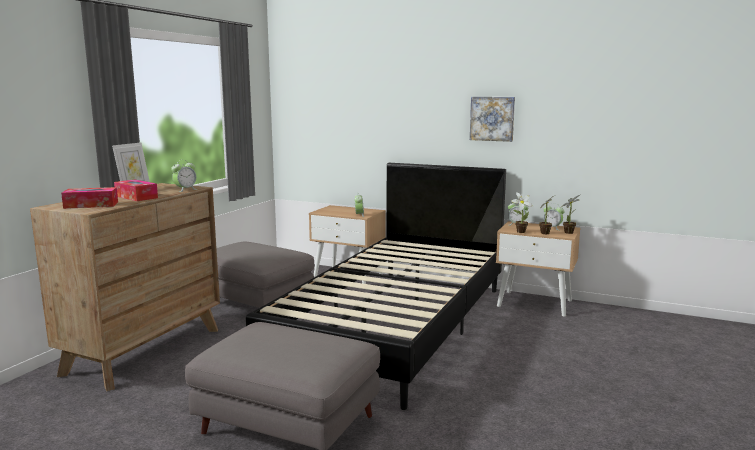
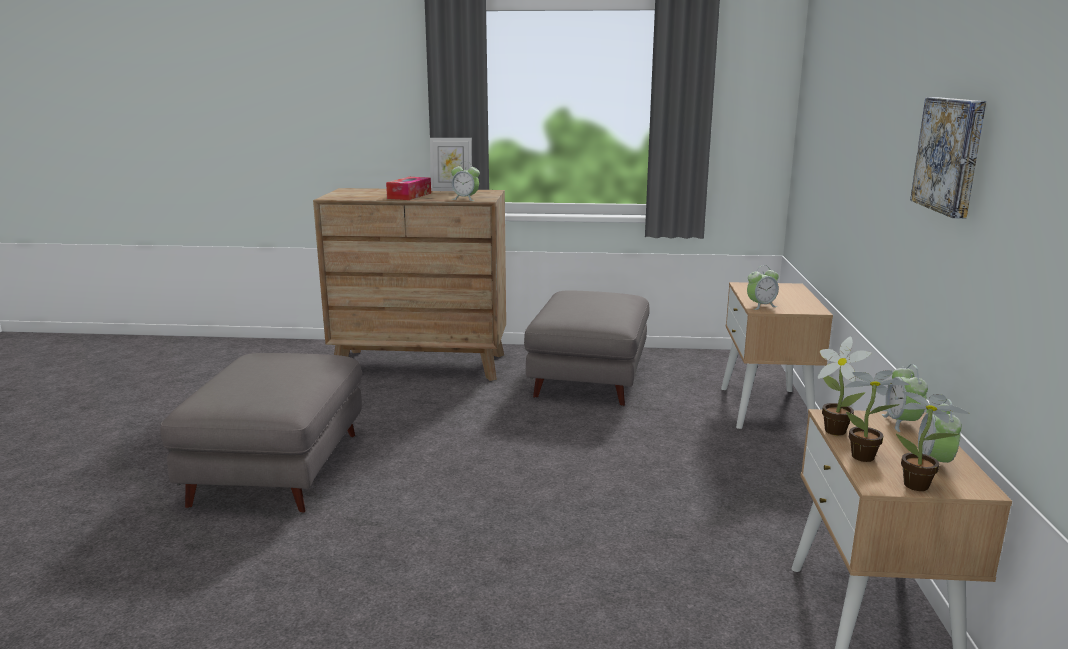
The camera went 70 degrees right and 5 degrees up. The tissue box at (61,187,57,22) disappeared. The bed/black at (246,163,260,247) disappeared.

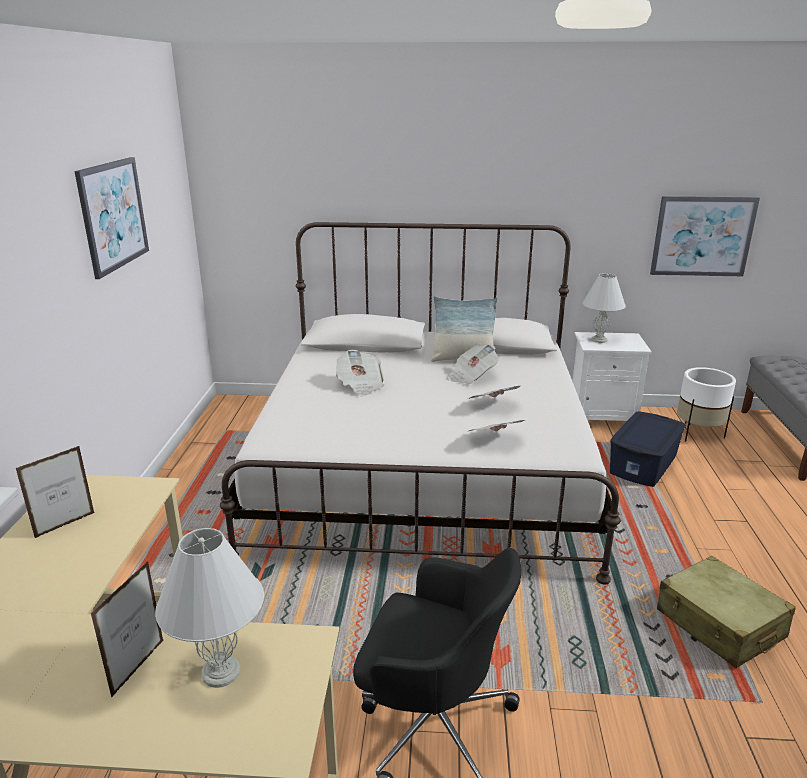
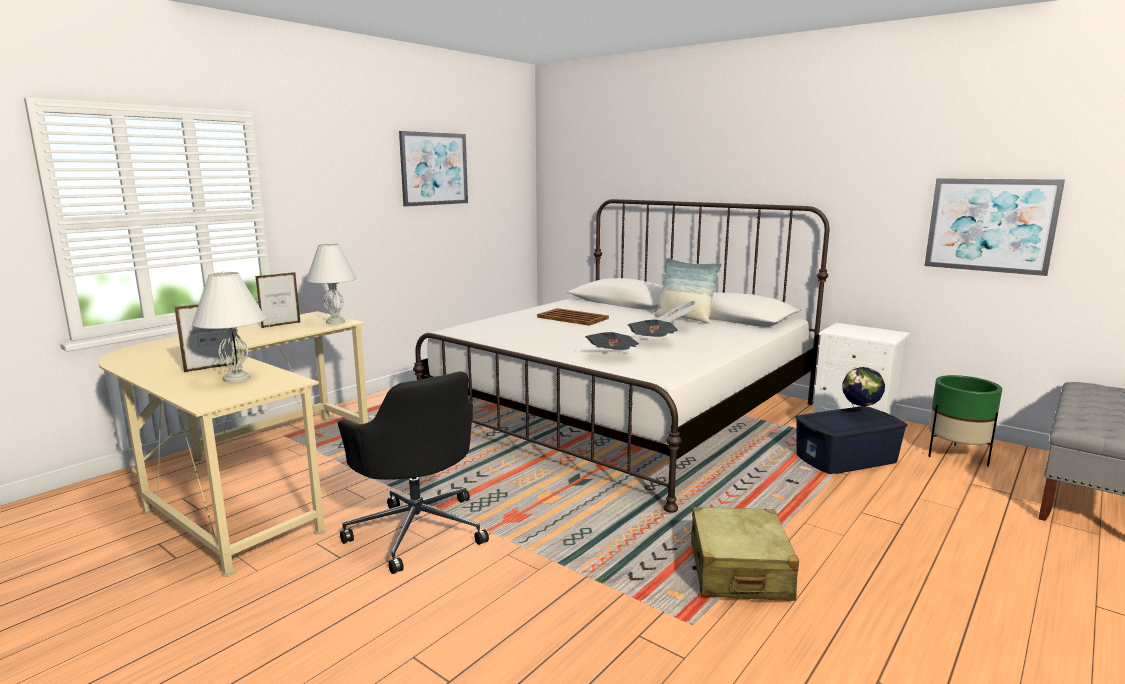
The camera went 35 degrees right and 10 degrees down. The picture frame at (16,446,79,92) turned 150 degrees clockwise. The table lamp/white moved from (582,273,44,70) to (306,243,51,81). The newspaper at (336,350,48,47) was replaced by the tray/brown at (537,308,72,18). The globe at (842,367,43,51) appeared. The planter/white at (677,367,59,75) became the planter/green at (928,375,74,91).

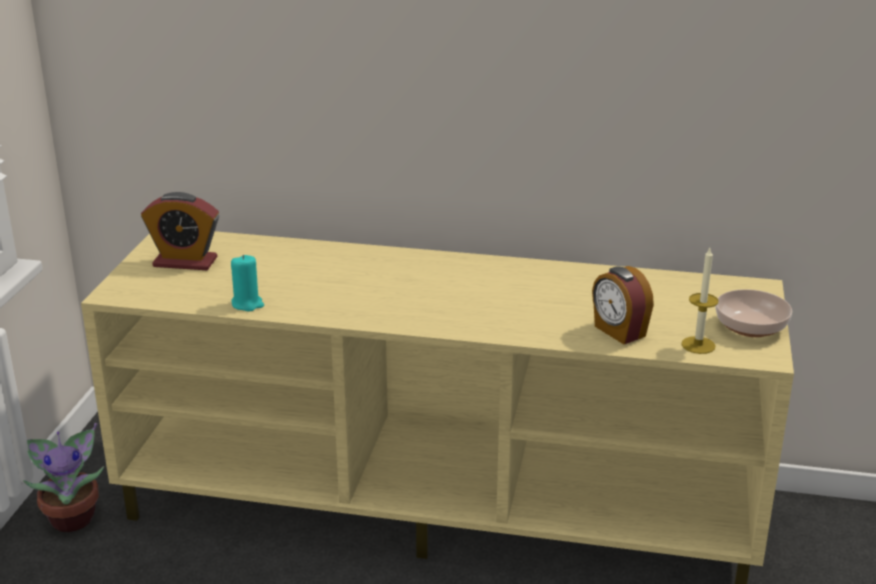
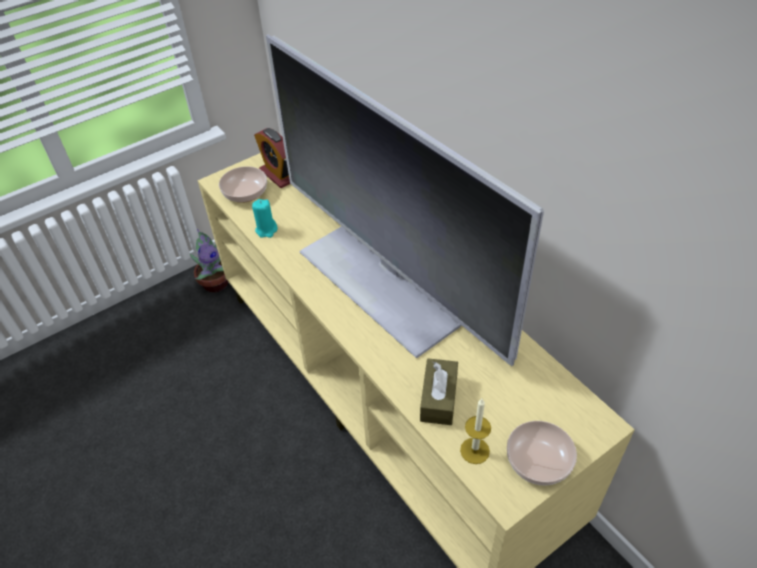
The camera went 45 degrees right and 20 degrees up. The bowl at (219,166,48,37) appeared. The television at (266,35,278,332) appeared. The alarm clock at (592,266,62,78) was replaced by the tissue box/brown at (420,358,38,67).

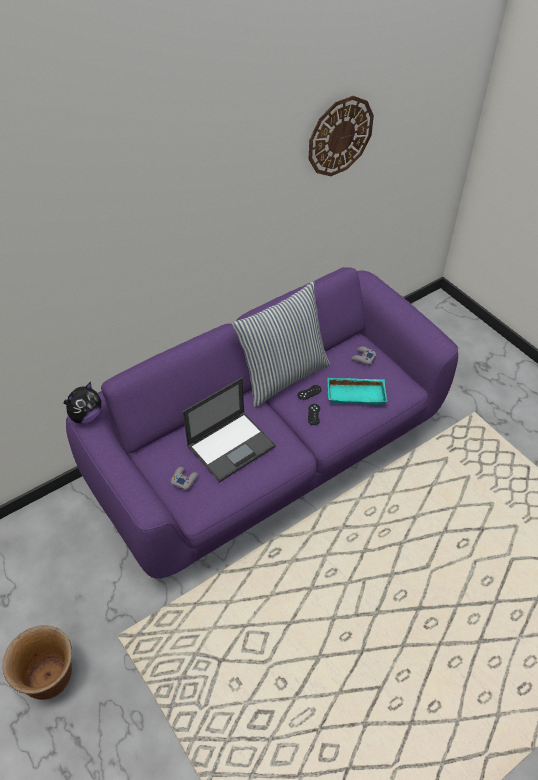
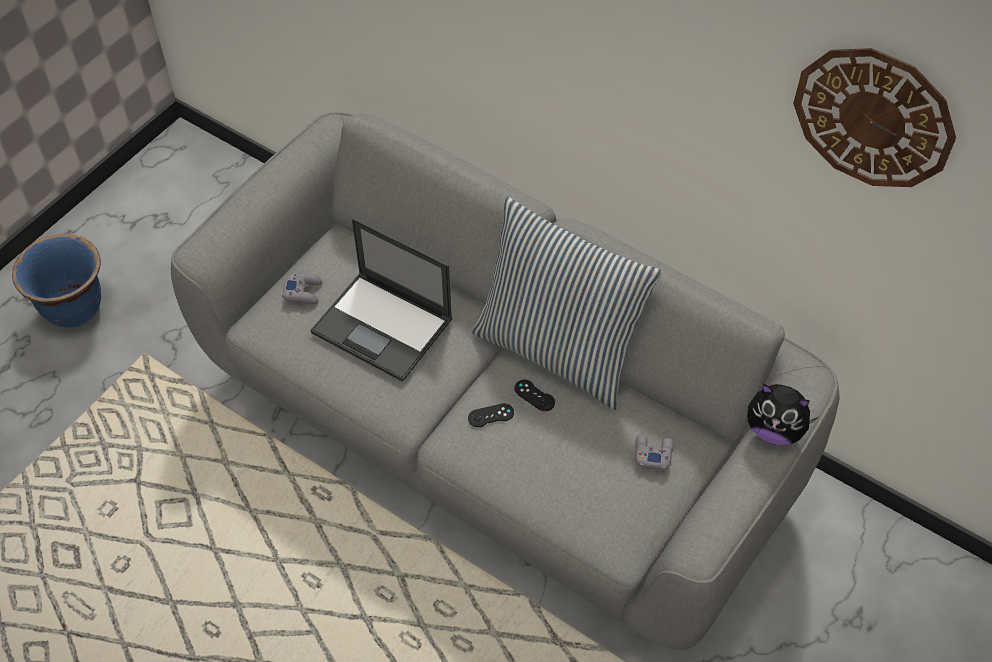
The camera went 70 degrees right and 5 degrees up. The planter/brown at (2,626,70,74) became the planter/blue at (12,234,89,93). The sofa/purple at (66,267,392,311) became the sofa/grey at (171,112,669,538). The plush toy moved from (64,382,37,42) to (747,384,71,61). The tray/turquoise at (327,378,60,27) disappeared.

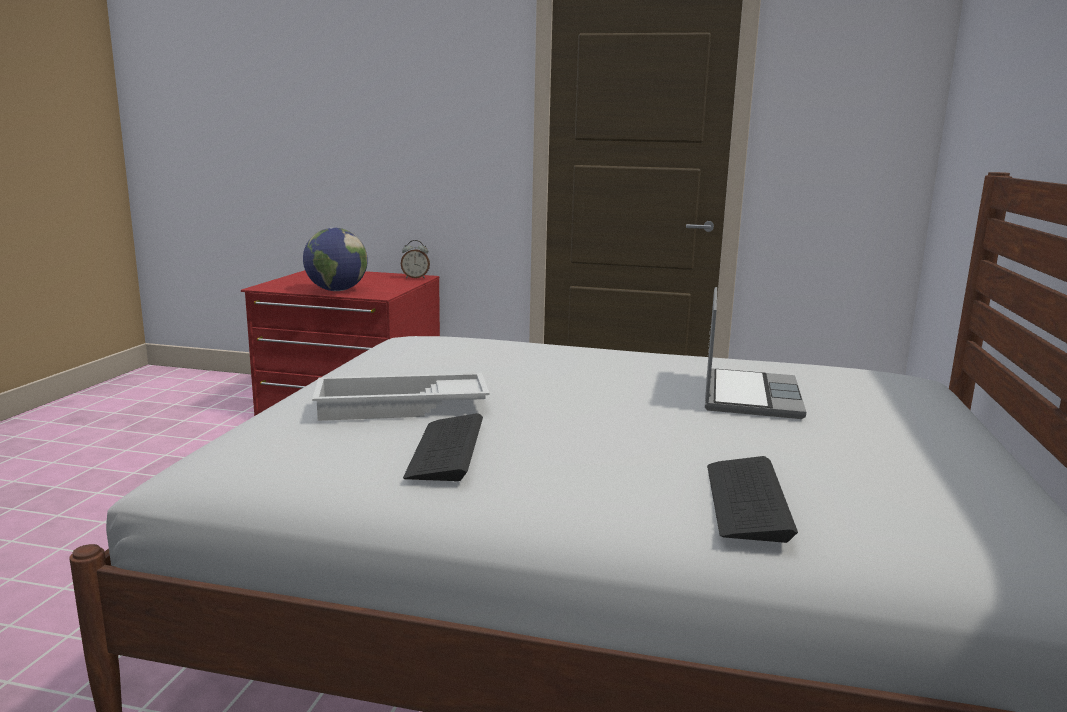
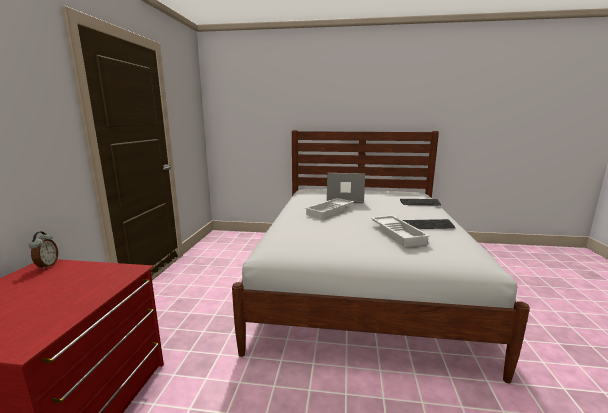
The camera went 95 degrees left and 0 degrees up. The tray/white at (305,198,49,21) appeared. The globe at (303,228,65,63) disappeared.

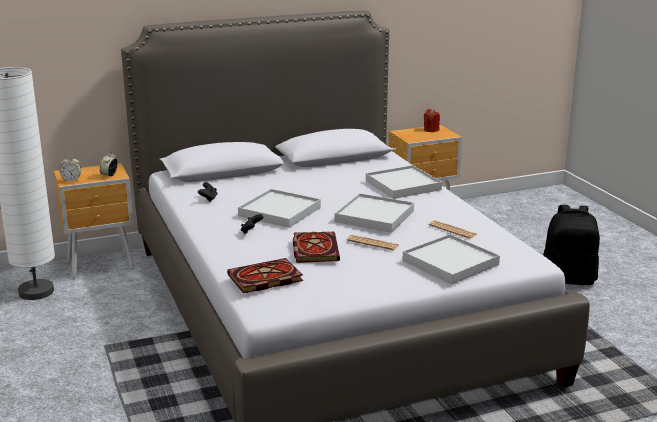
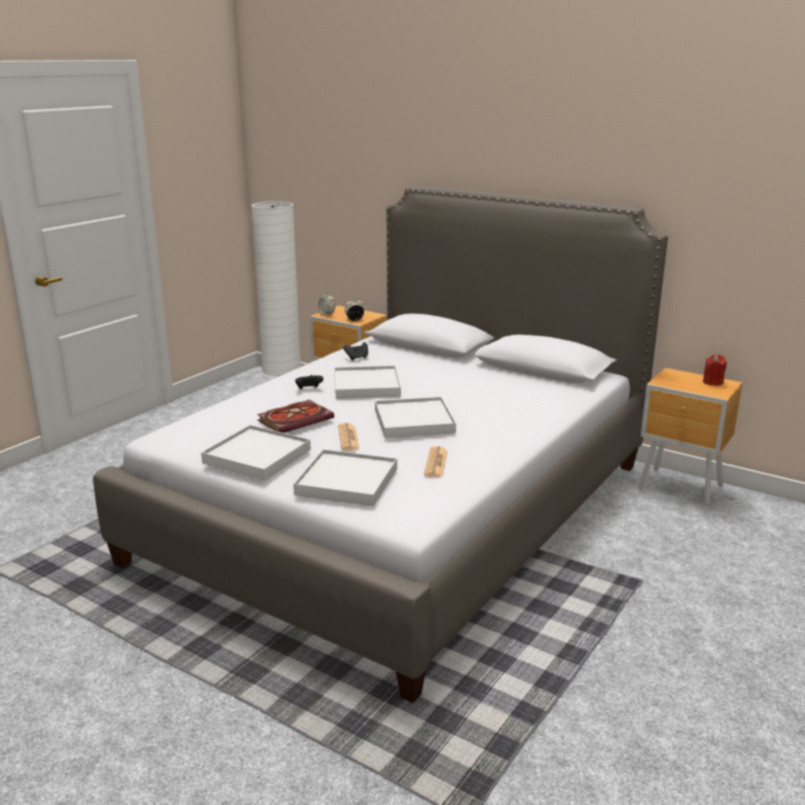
The camera went 55 degrees right and 0 degrees up. The tray/white moved from (366,165,76,34) to (201,425,110,55). The book at (227,258,76,35) disappeared. The backpack/black at (543,205,57,80) disappeared.

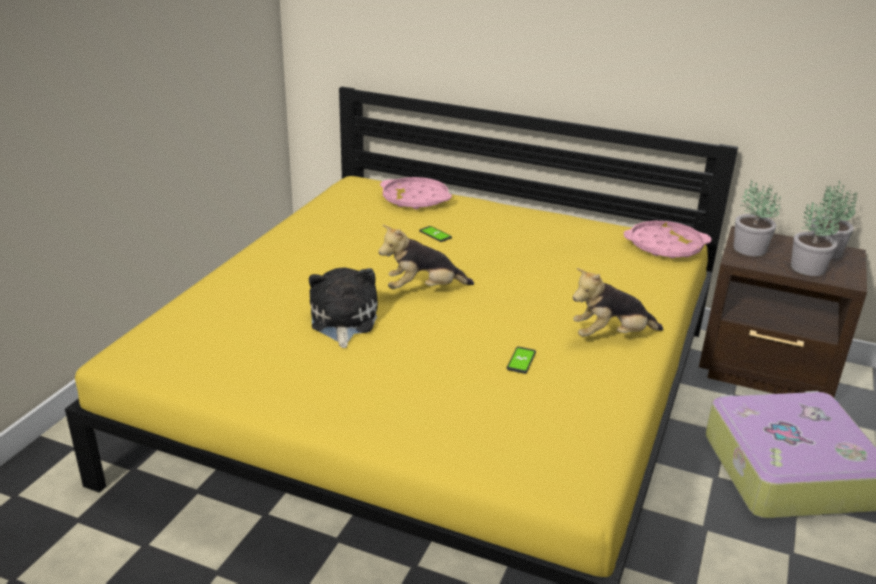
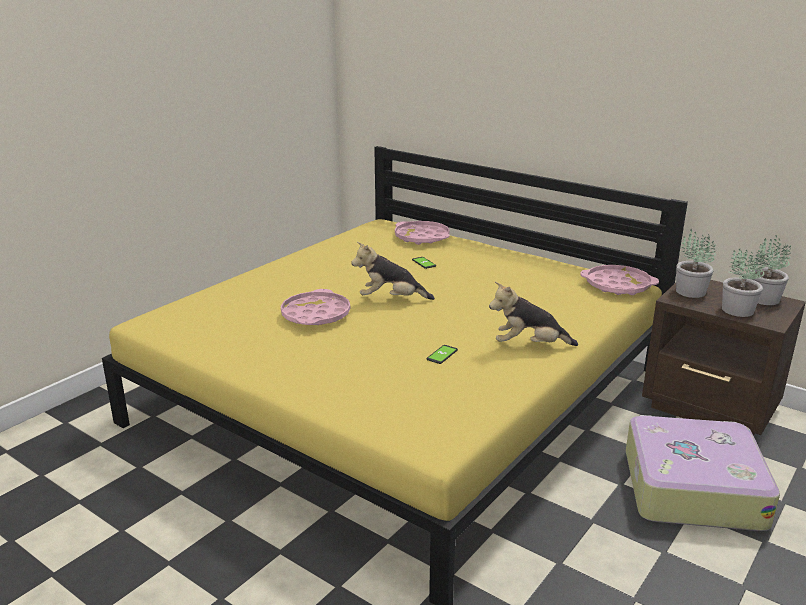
The camera went 15 degrees right and 5 degrees down. The plush toy at (309,267,69,81) was replaced by the tray/pink at (281,289,69,36).

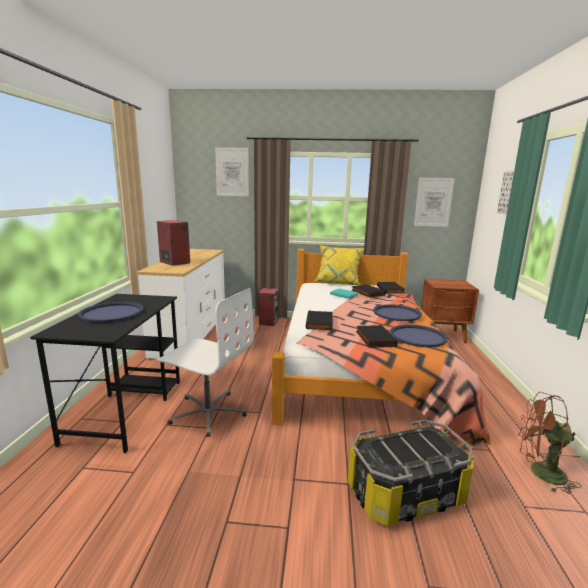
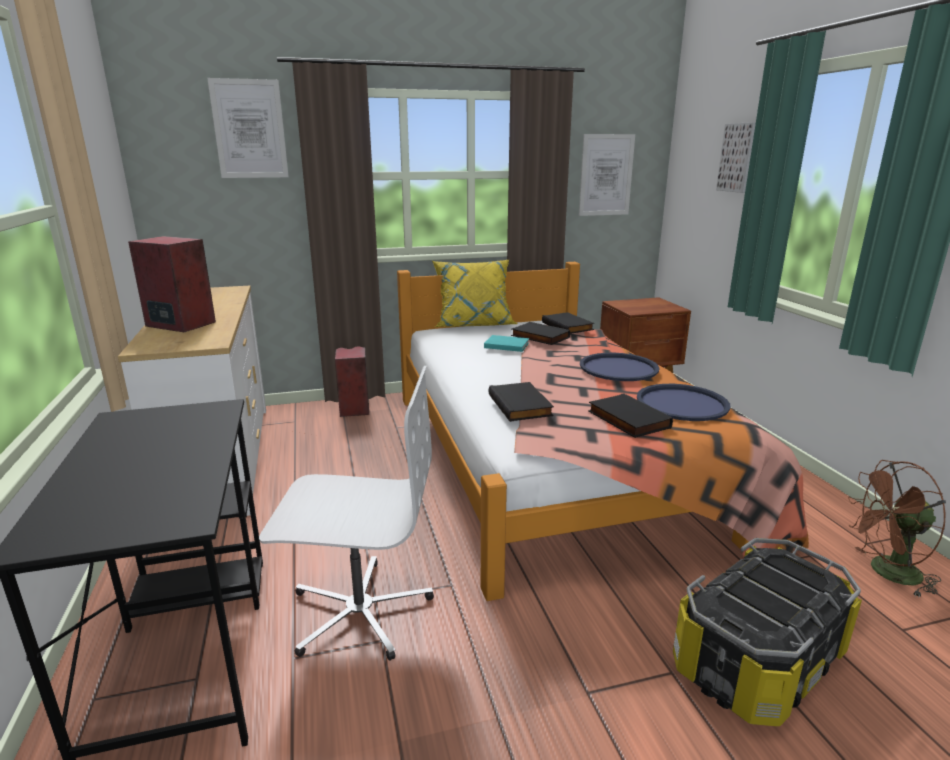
The camera went 20 degrees left and 5 degrees up. The tray/blue at (78,302,66,21) disappeared.

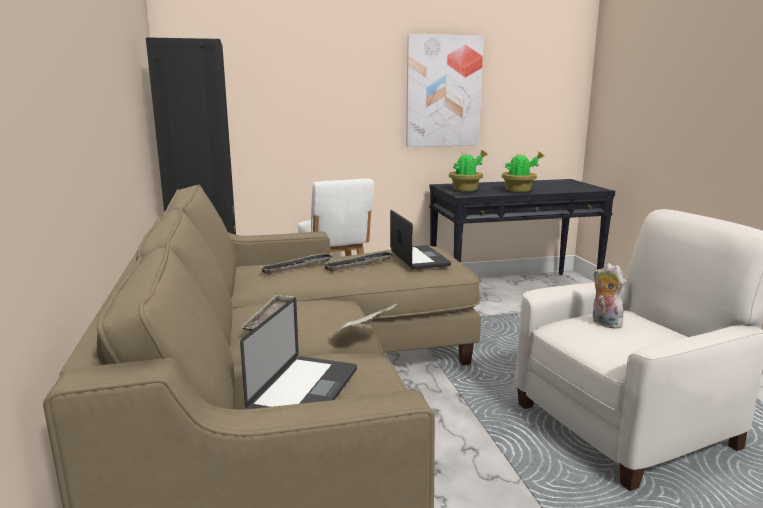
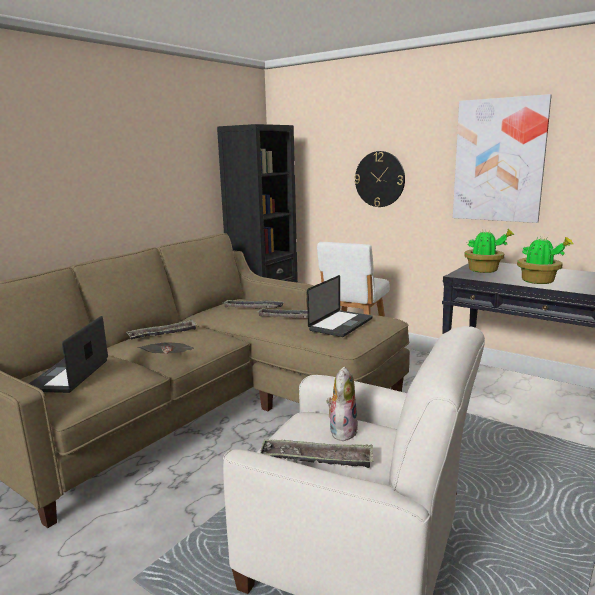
The camera went 50 degrees right and 0 degrees up. The laptop at (240,297,117,112) turned 120 degrees clockwise. The tray at (260,440,113,28) appeared. The wall clock at (354,151,51,56) appeared.

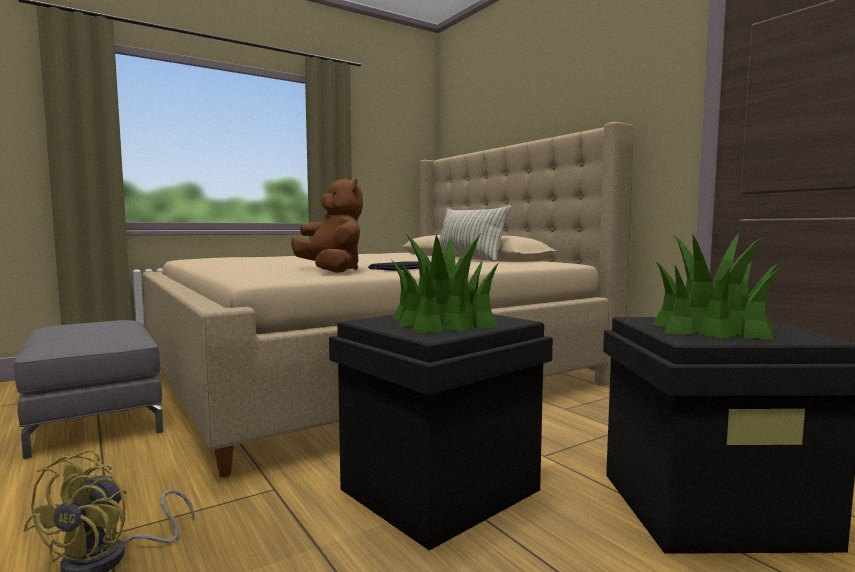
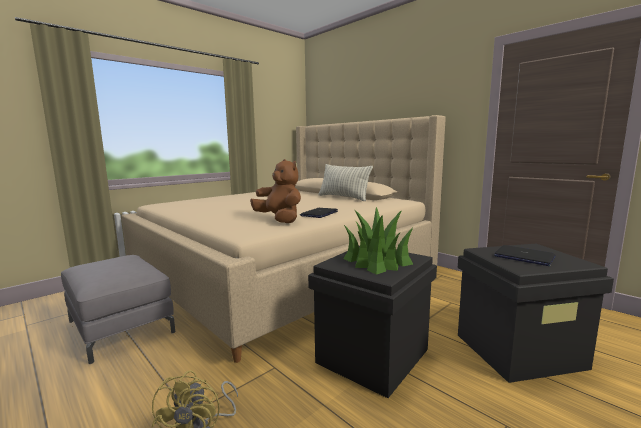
The camera went 10 degrees left and 5 degrees up. The potted plant at (652,234,129,106) was replaced by the laptop at (494,245,62,21).

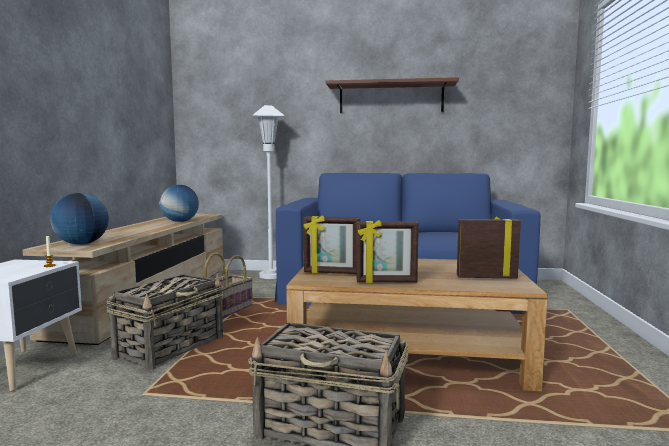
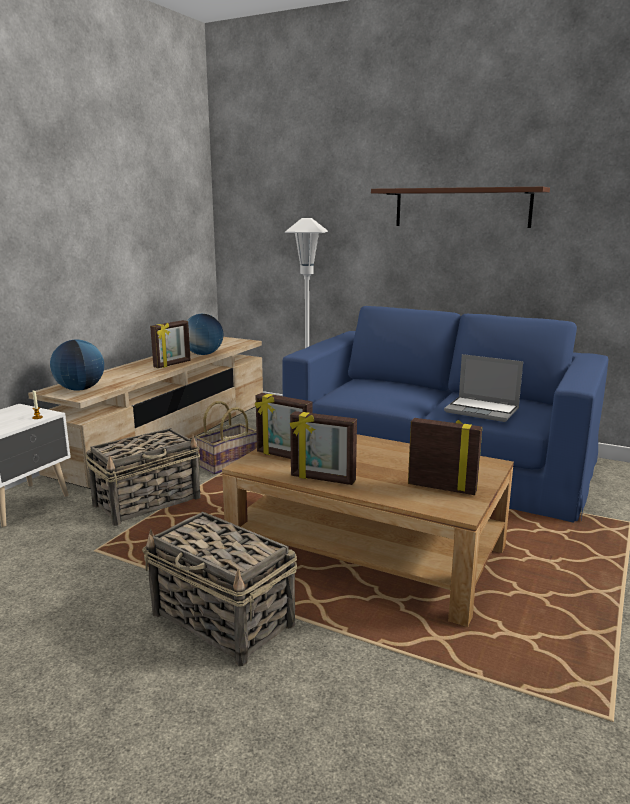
The camera went 20 degrees right and 10 degrees up. The picture frame at (150,320,41,48) appeared. The laptop at (444,354,79,68) appeared.

